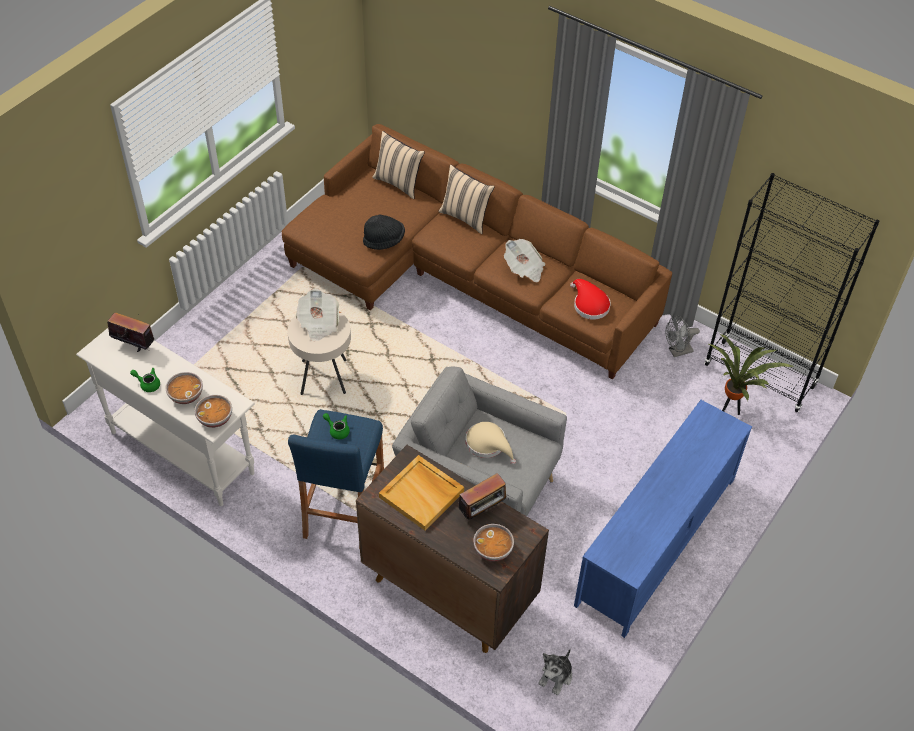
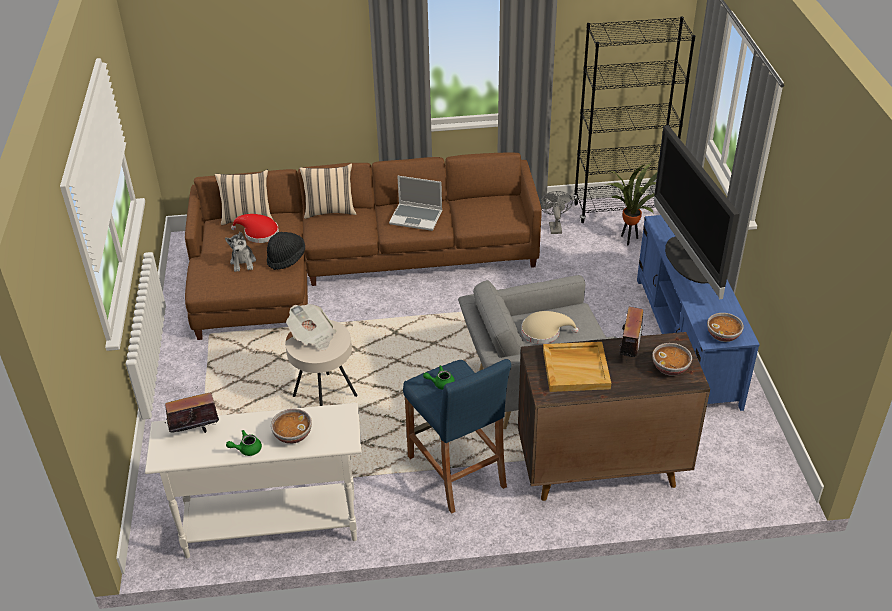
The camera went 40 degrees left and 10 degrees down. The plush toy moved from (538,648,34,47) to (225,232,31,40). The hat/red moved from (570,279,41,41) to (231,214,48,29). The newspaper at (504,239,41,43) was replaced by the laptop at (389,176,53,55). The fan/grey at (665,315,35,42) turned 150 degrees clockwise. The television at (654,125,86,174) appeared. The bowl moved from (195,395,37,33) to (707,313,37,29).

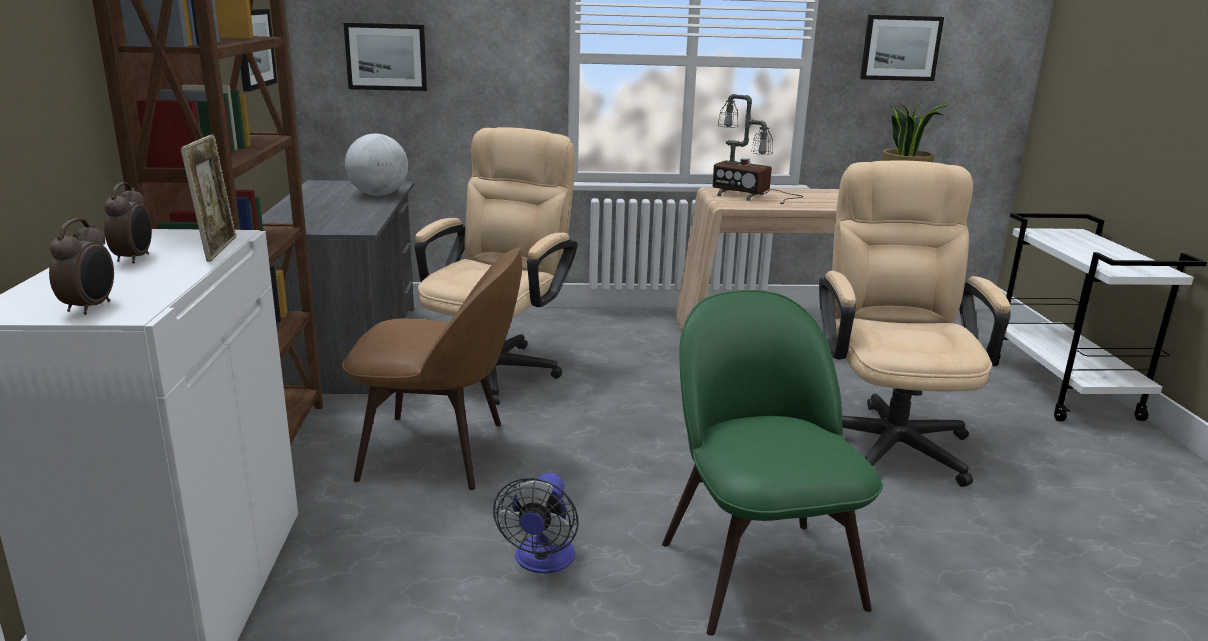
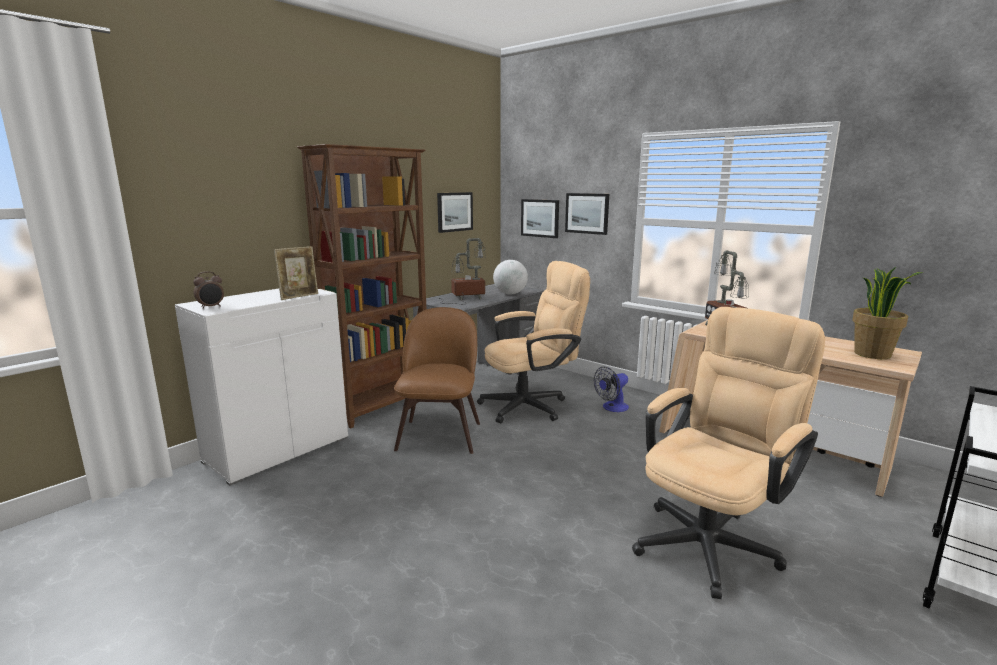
The camera went 45 degrees right and 5 degrees down. The chair/brown at (342,246,180,244) turned 135 degrees counterclockwise. The table lamp at (439,238,47,66) appeared. The picture moved from (860,15,84,66) to (565,193,44,42). The fan moved from (493,473,86,100) to (594,367,35,45). The alarm clock at (104,182,48,81) disappeared. The chair/green at (662,290,221,346) disappeared.

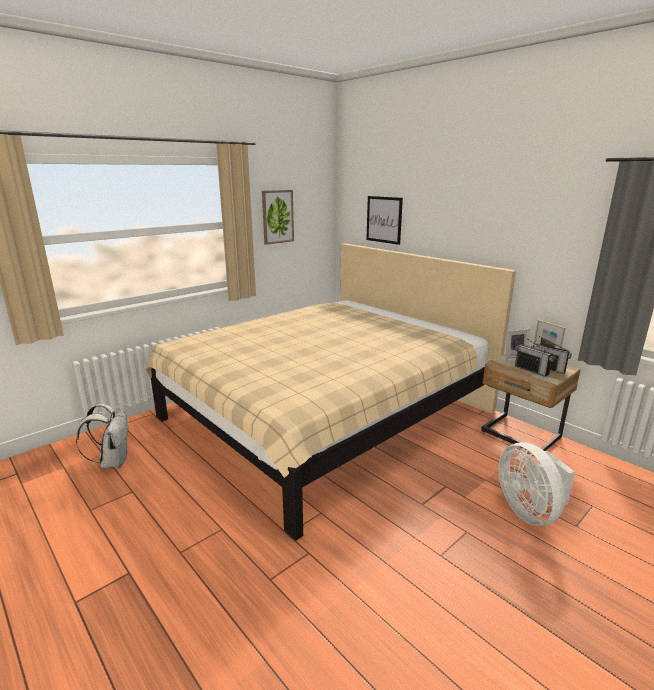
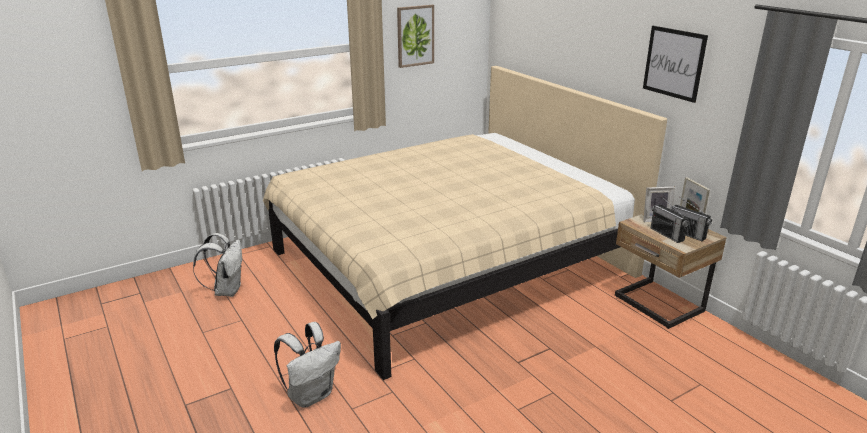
The camera went 10 degrees right and 5 degrees up. The backpack/white at (274,322,67,85) appeared. The picture moved from (366,196,37,49) to (643,26,65,77). The fan/white at (498,442,77,84) disappeared.

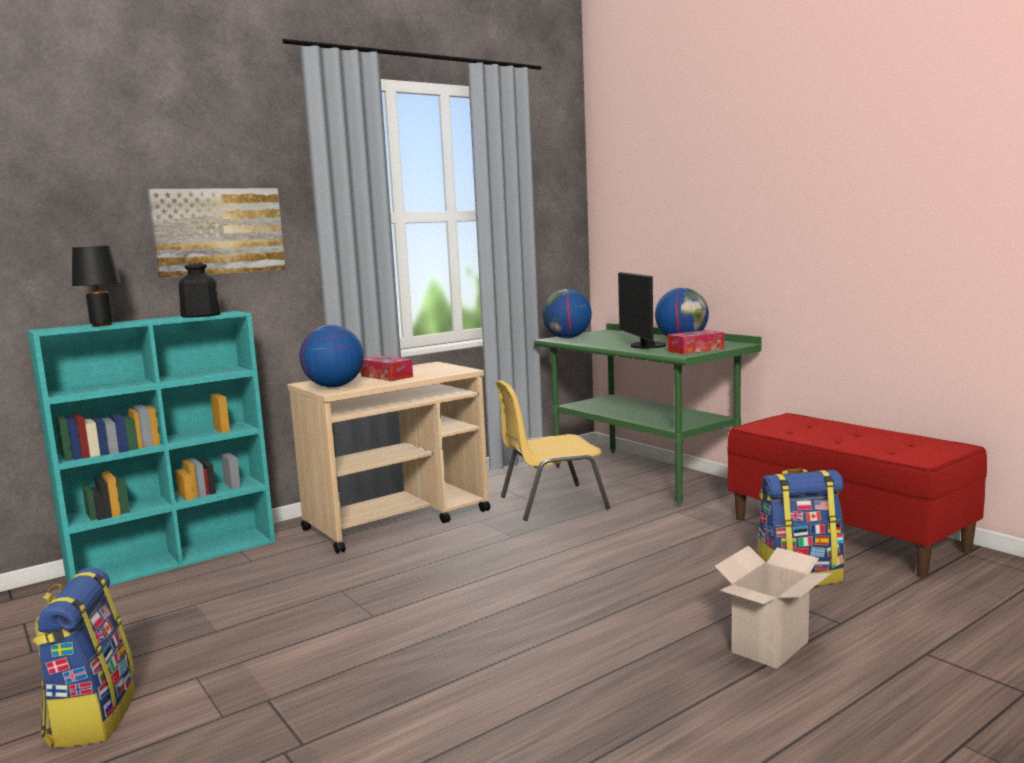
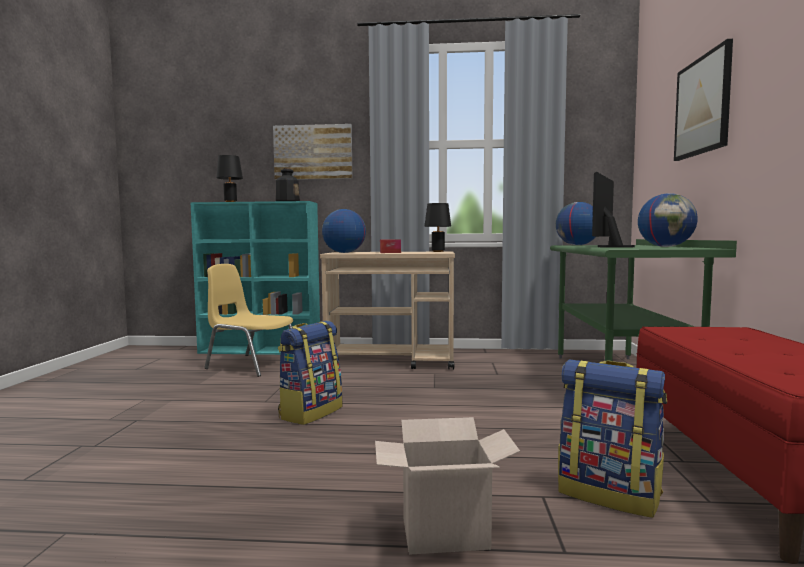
The camera went 40 degrees right and 5 degrees down. The chair/yellow moved from (496,380,114,141) to (204,264,89,113). The backpack moved from (33,567,102,181) to (278,321,65,104). The table lamp/black at (425,203,26,49) appeared. The picture at (674,39,59,122) appeared. The tissue box at (667,330,57,24) disappeared.

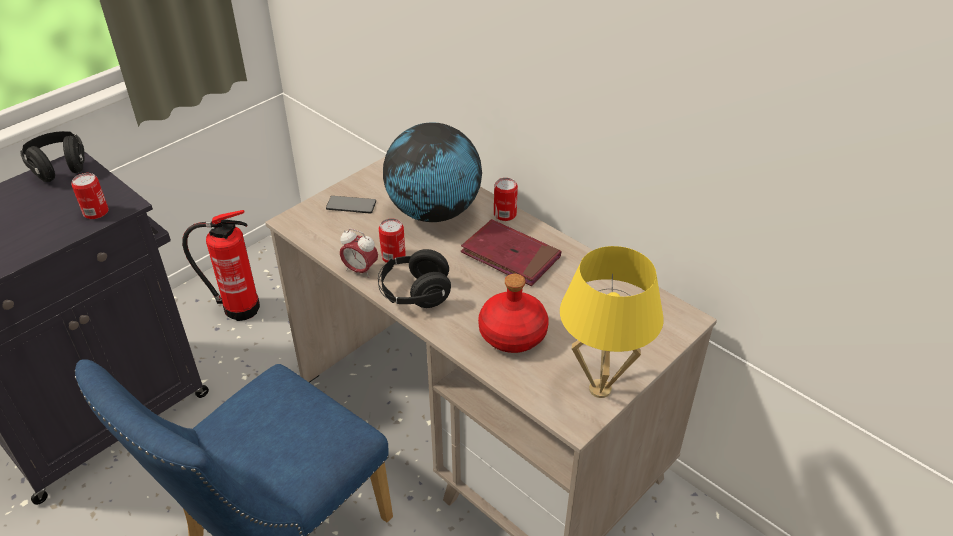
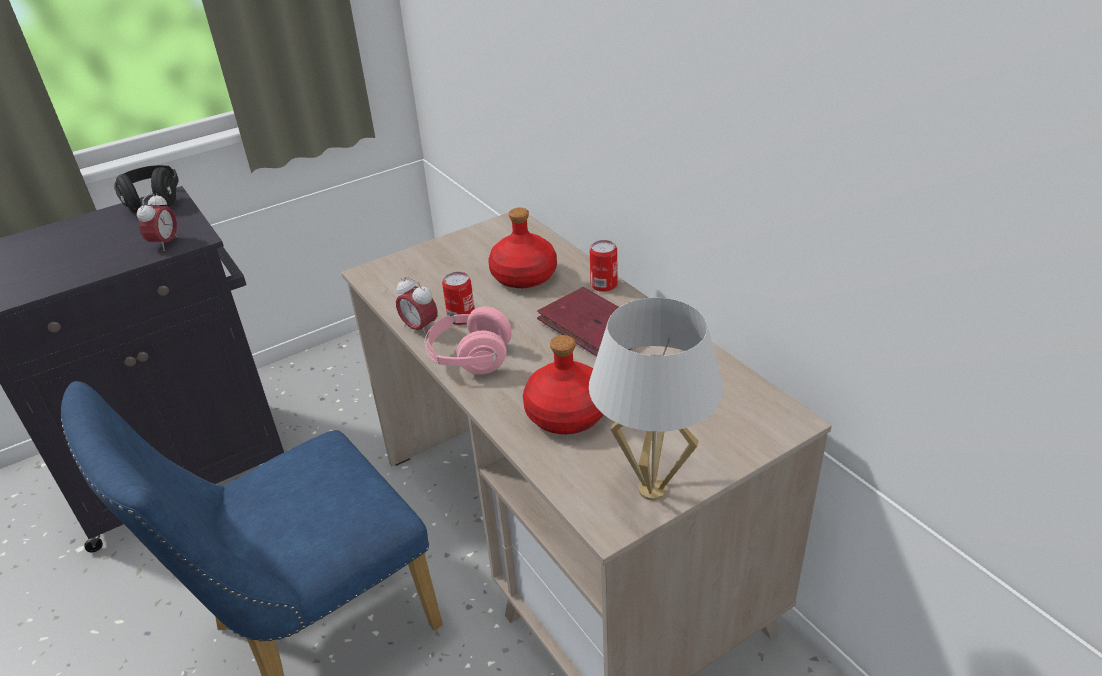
The camera went 15 degrees right and 5 degrees down. The can at (71,173,38,46) was replaced by the alarm clock at (137,192,41,59). The headphones/black at (378,249,73,59) became the headphones/pink at (425,307,87,68). The globe at (383,122,99,100) was replaced by the bottle/red at (488,207,69,81). The table lamp/yellow at (560,246,104,152) became the table lamp/white at (589,298,134,203). The fire extinguisher at (182,210,78,111) disappeared. The phone at (326,196,50,18) disappeared.

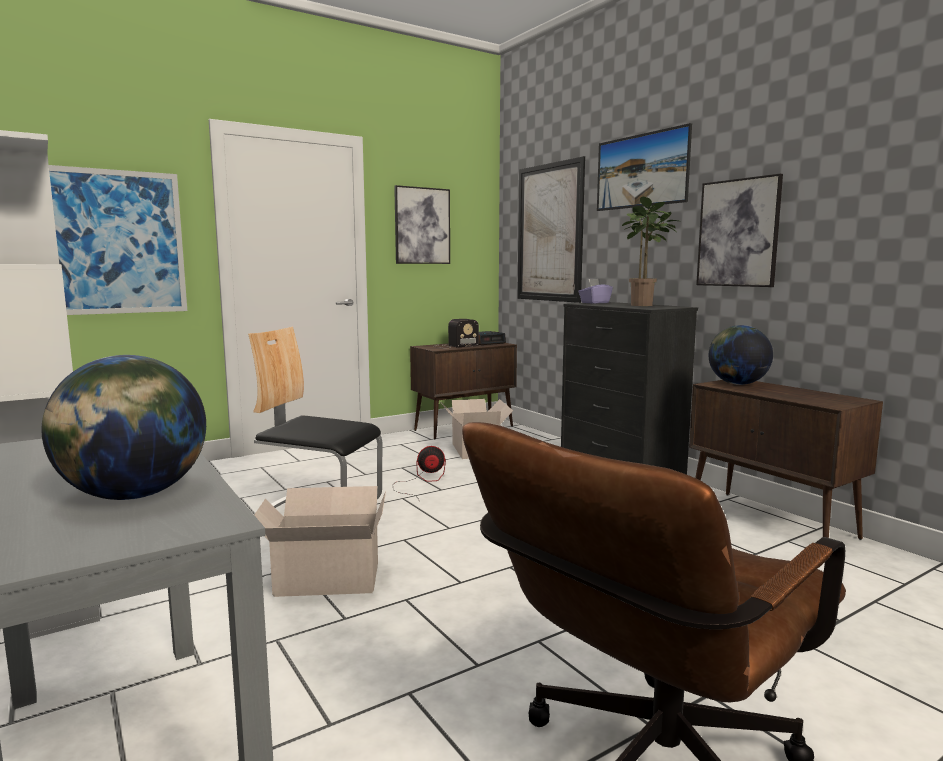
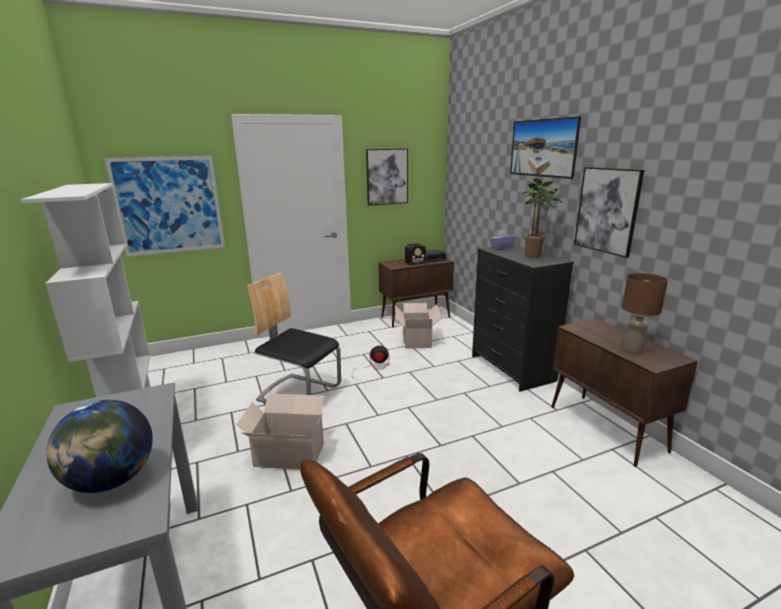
The camera went 10 degrees right and 10 degrees up. The table lamp/brown at (622,273,46,81) appeared. The picture at (517,156,68,147) disappeared. The globe at (709,325,64,60) disappeared.

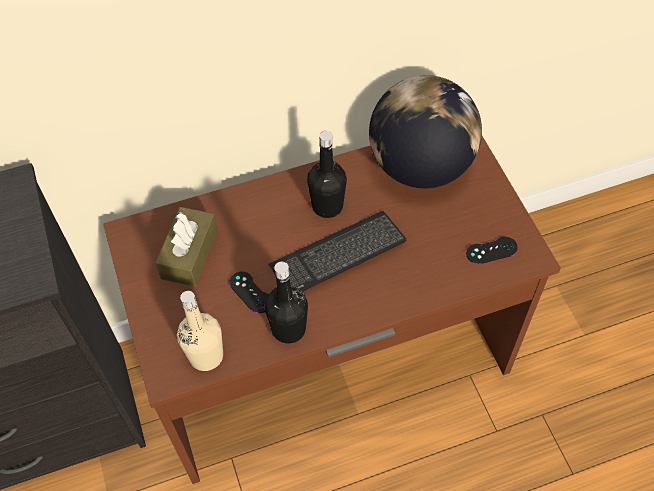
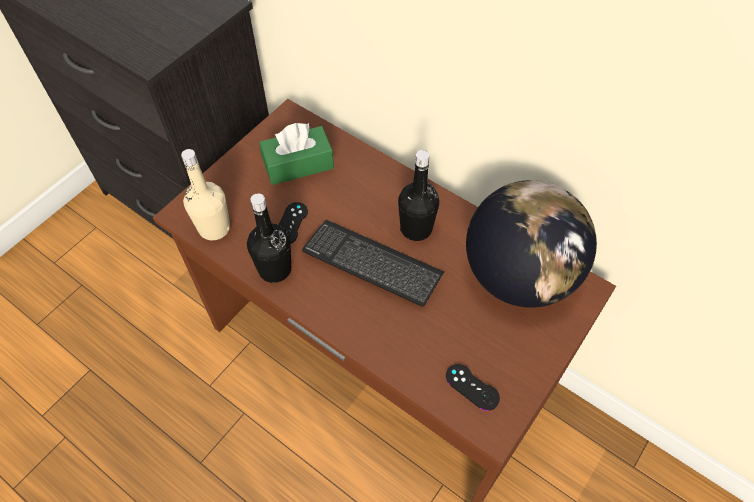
The camera went 55 degrees right and 0 degrees up. The tissue box/brown at (155,207,63,80) became the tissue box/green at (259,123,75,62).

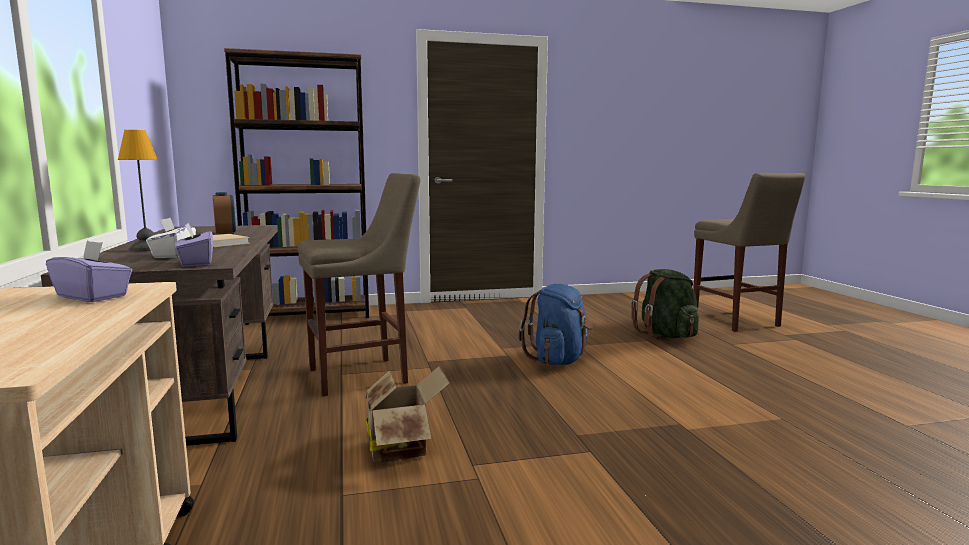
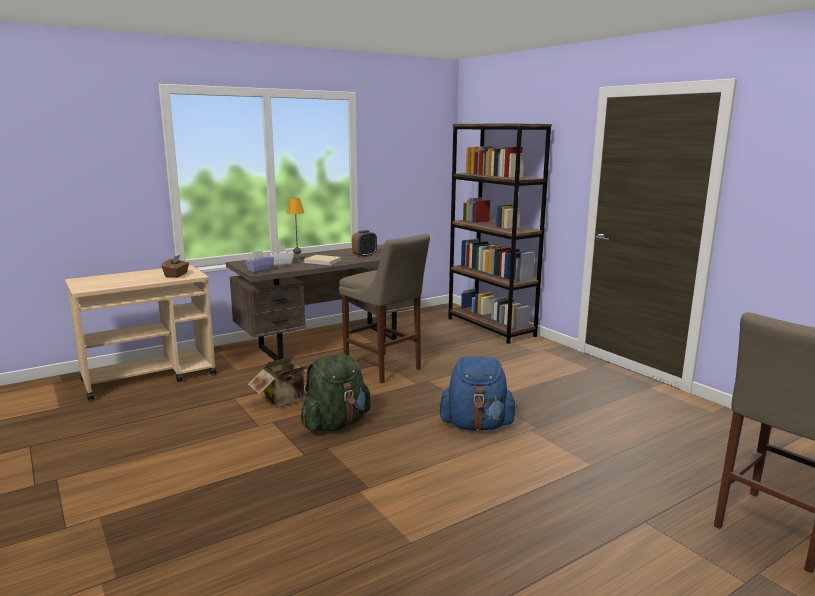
The camera went 70 degrees right and 5 degrees up. The tissue box/purple at (46,241,86,61) became the tissue box/brown at (162,254,27,24). The backpack/green moved from (631,269,68,71) to (301,354,70,77).

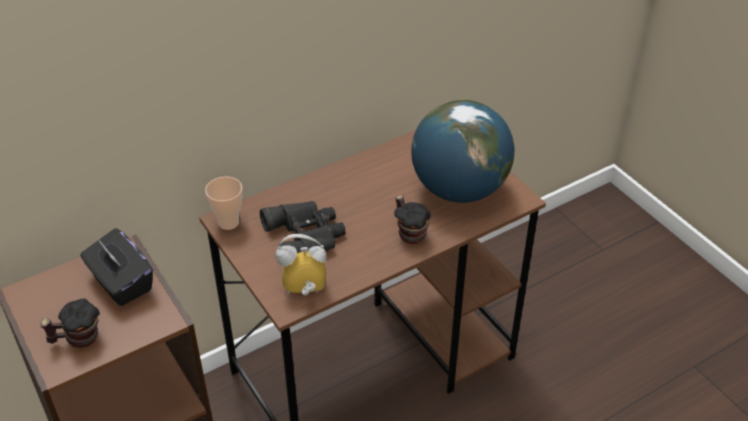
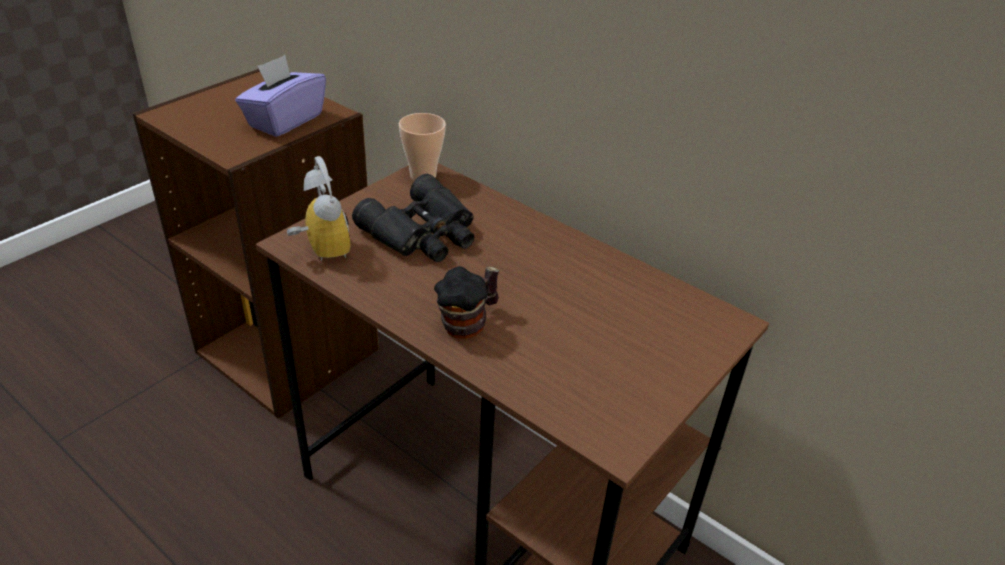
The camera went 70 degrees right and 5 degrees down. The tissue box/black at (80,228,73,78) became the tissue box/purple at (235,55,91,82). The mug at (40,299,60,49) disappeared. The globe at (411,100,104,103) disappeared.

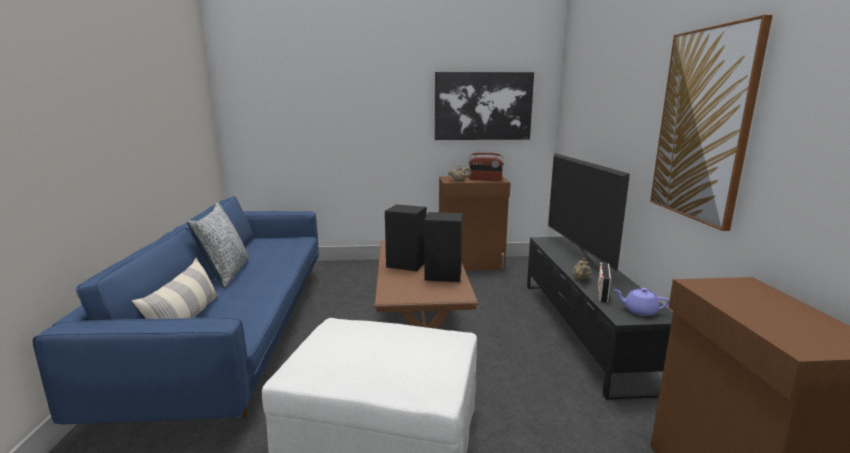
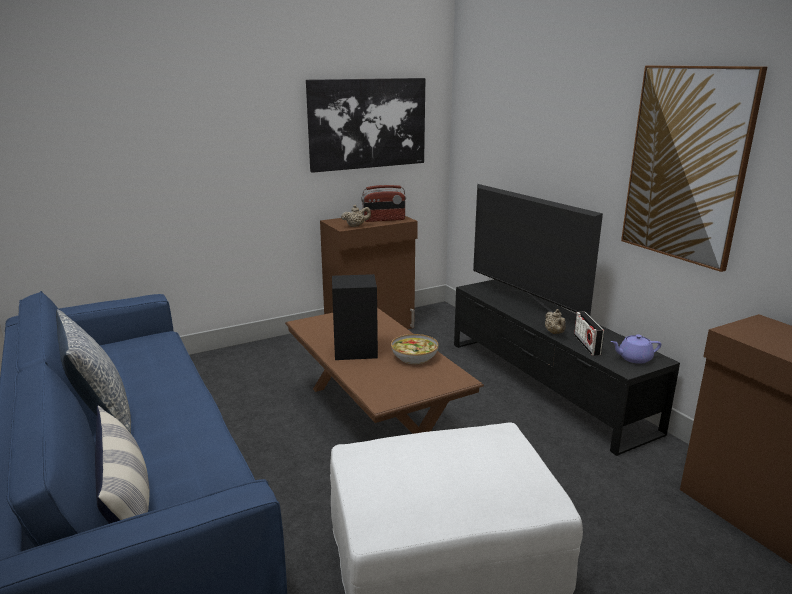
The camera went 25 degrees left and 5 degrees up. The speaker/black at (424,212,39,70) was replaced by the bowl at (391,334,47,30).

